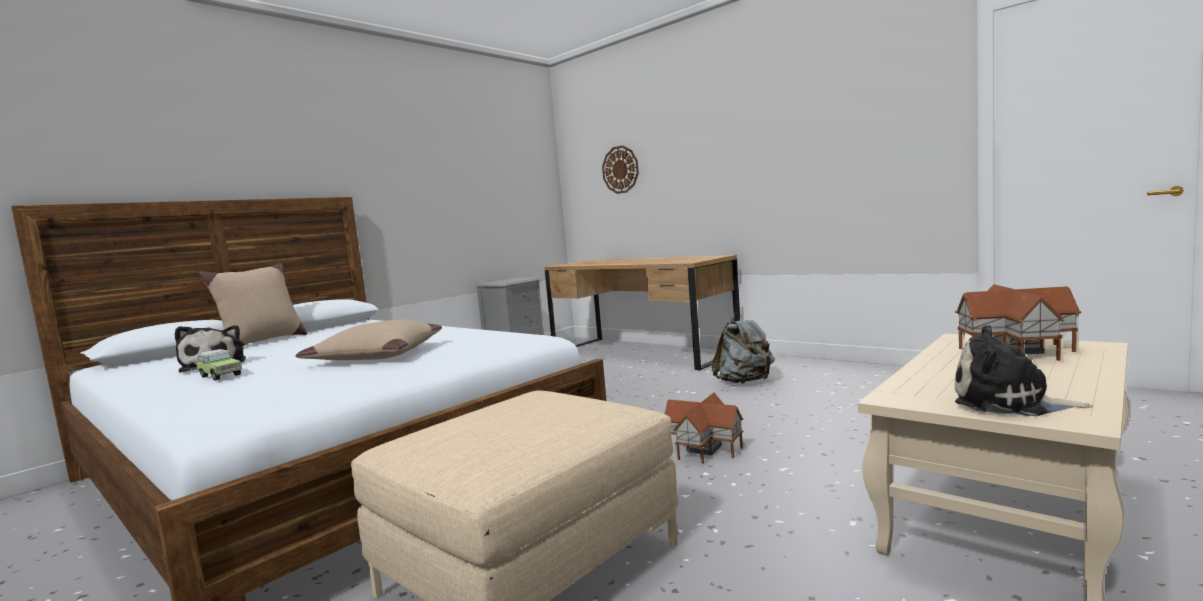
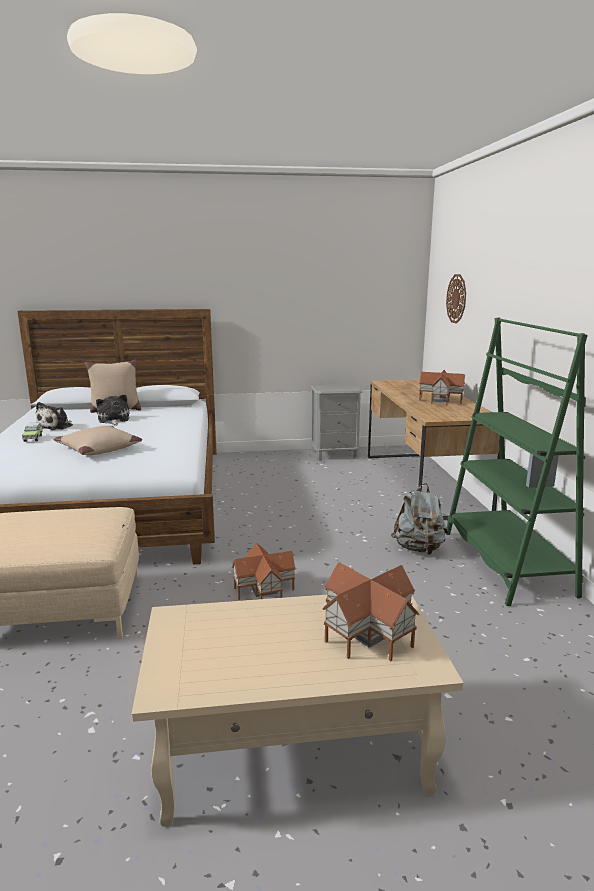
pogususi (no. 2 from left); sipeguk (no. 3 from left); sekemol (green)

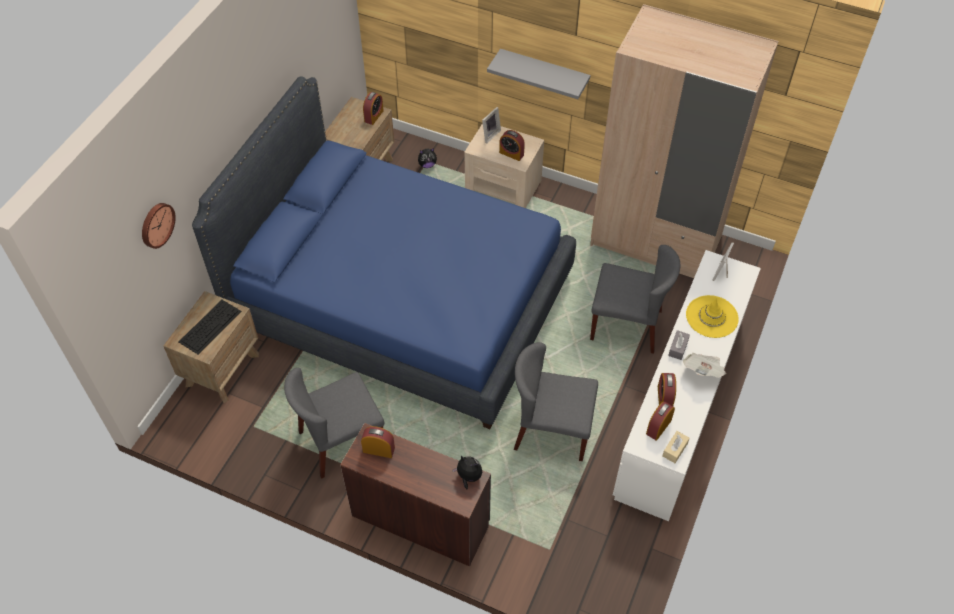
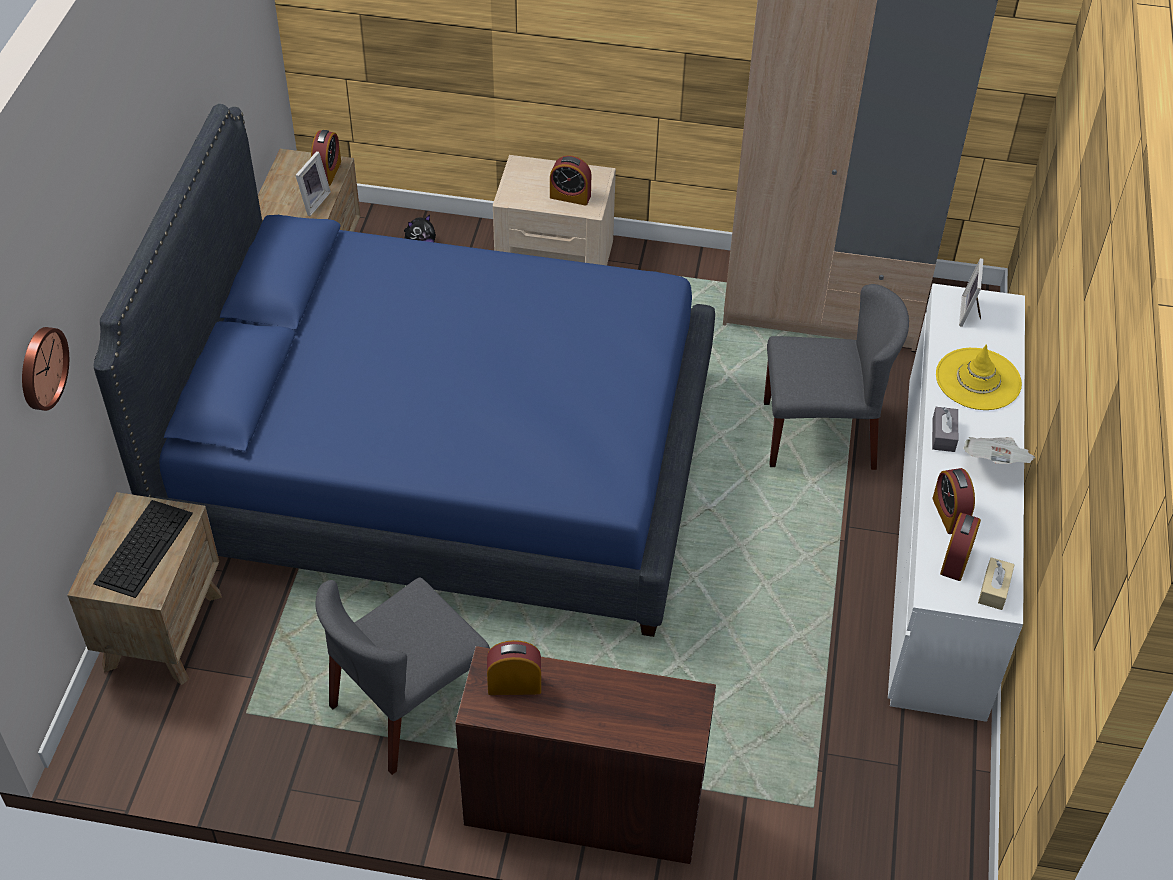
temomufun (no. 1 from left); pogususi (no. 2 from left in the first image); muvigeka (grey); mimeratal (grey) (no. 2 from left in the first image)

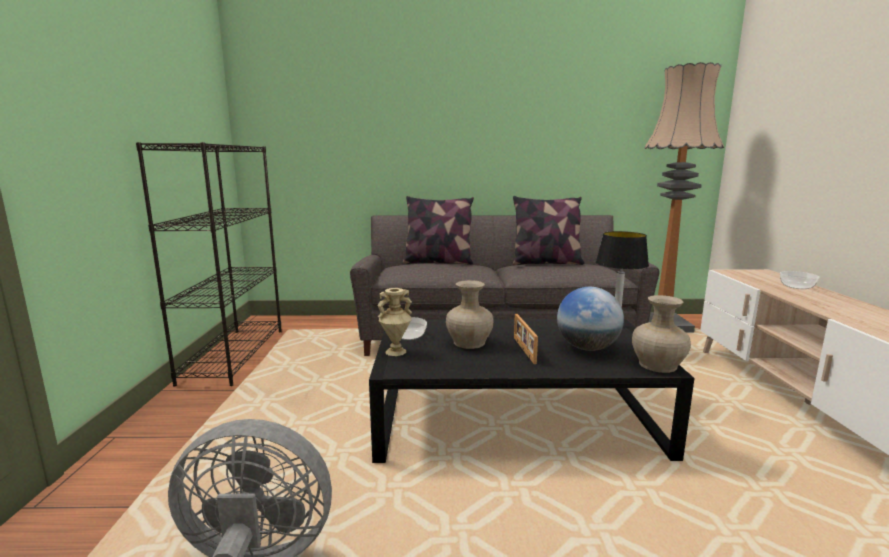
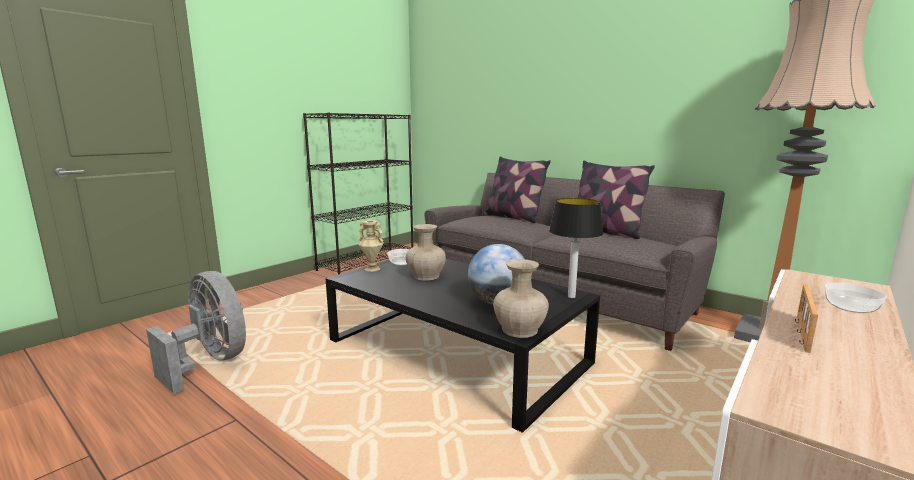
temomufun

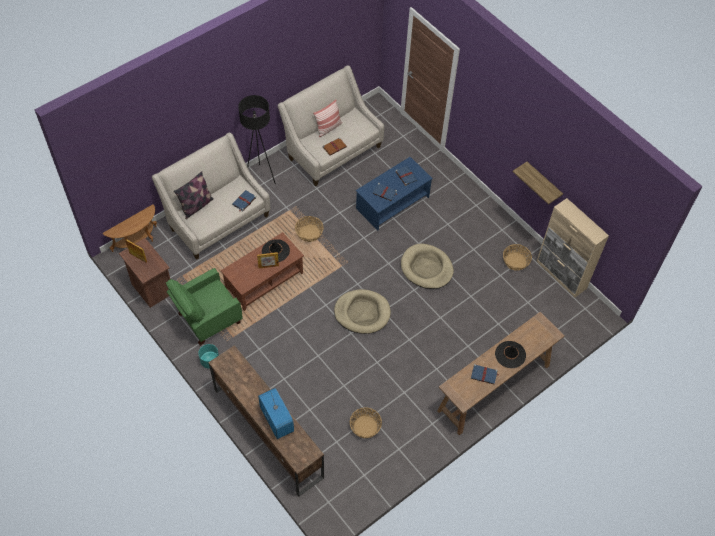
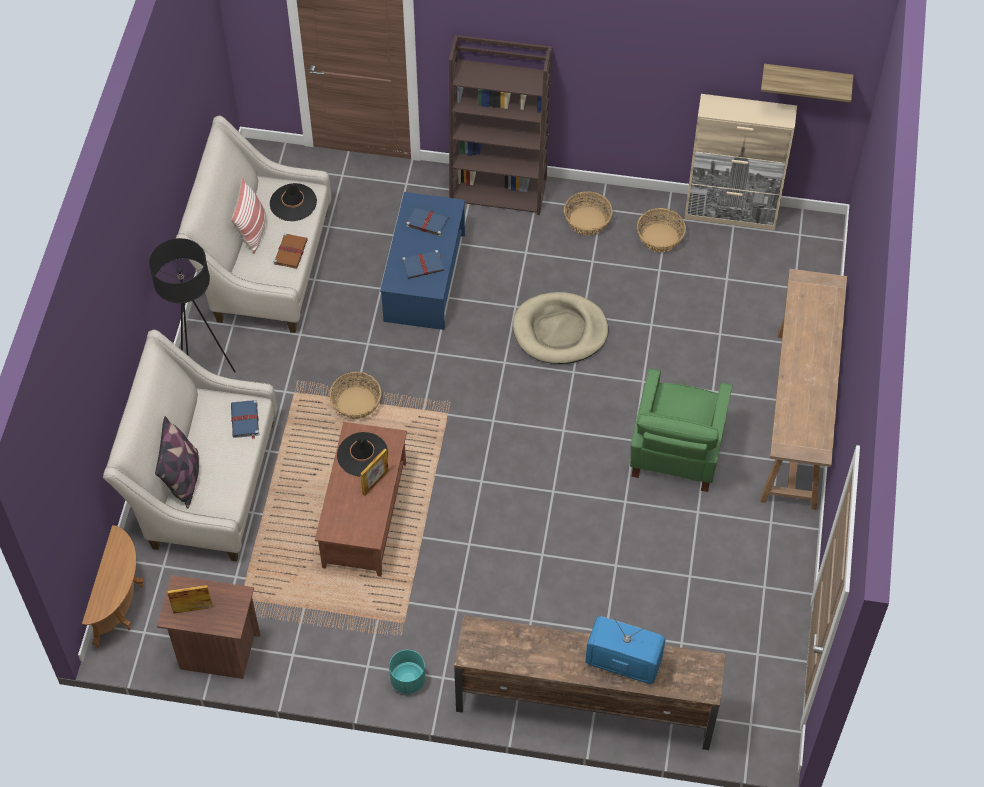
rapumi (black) (no. 1 from left); sekemol (brown); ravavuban (no. 2 from left); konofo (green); muvigeka; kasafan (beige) (no. 1 from left in the first image); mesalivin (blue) (no. 4 from left in the first image)

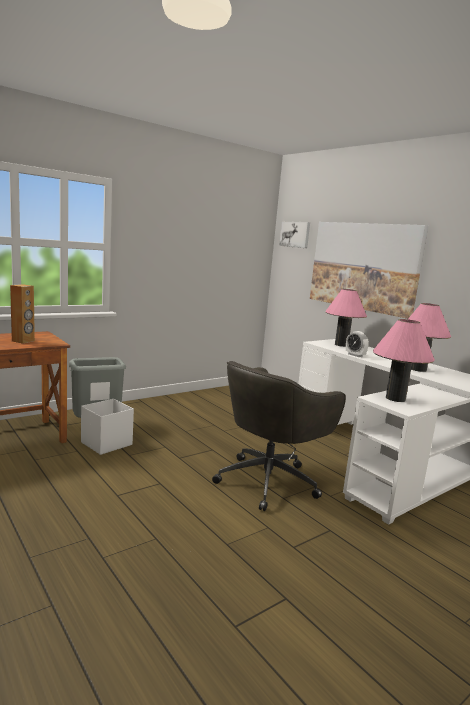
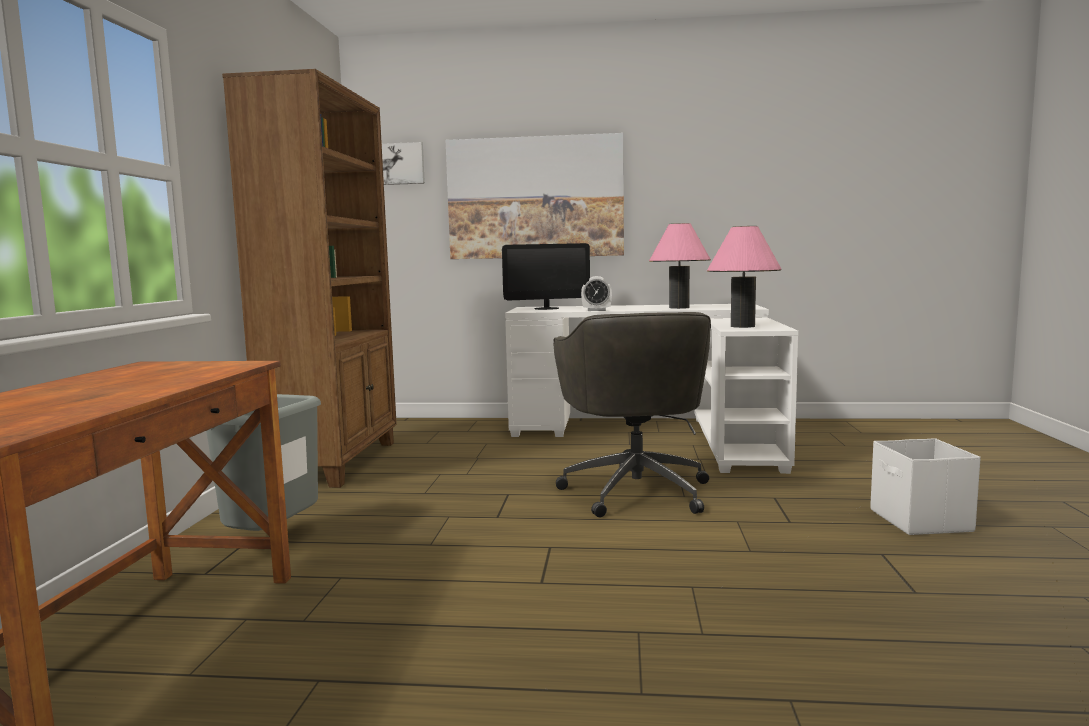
sekemol (brown); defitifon; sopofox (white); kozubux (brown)

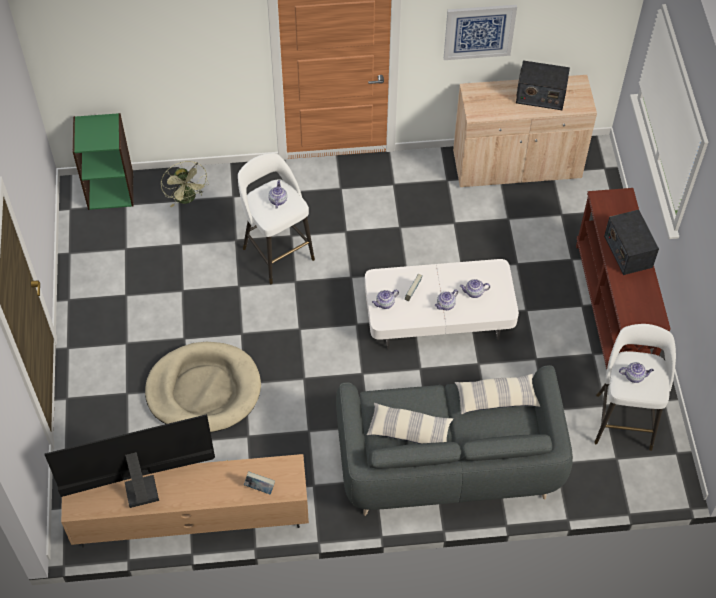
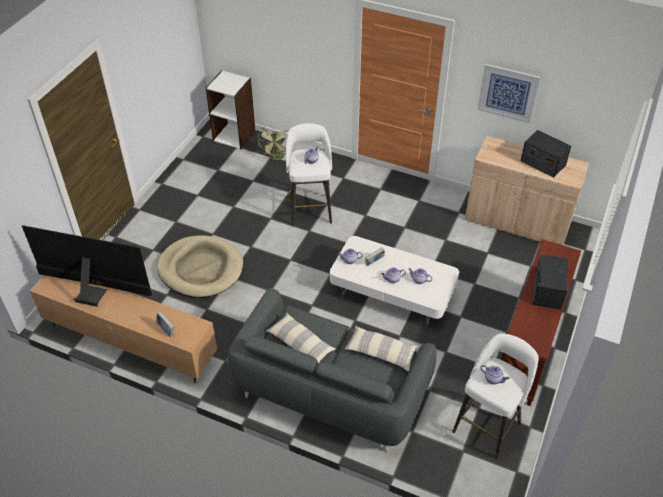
sekemol (white)

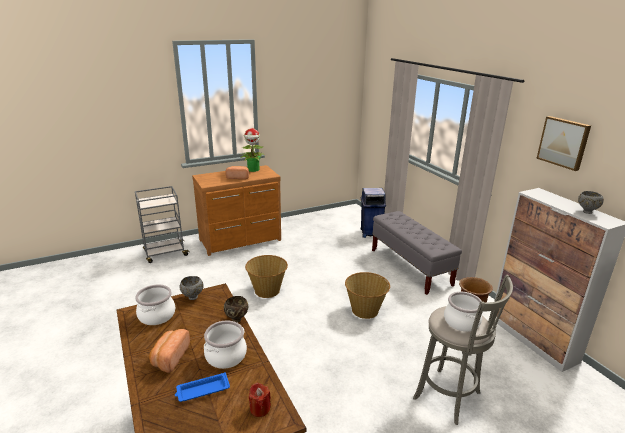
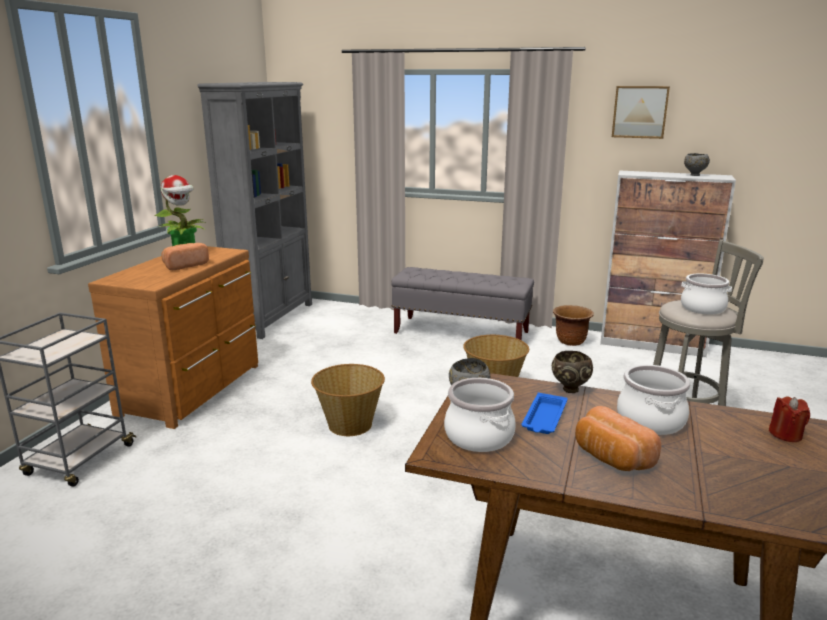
sekemol (grey); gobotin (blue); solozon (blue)

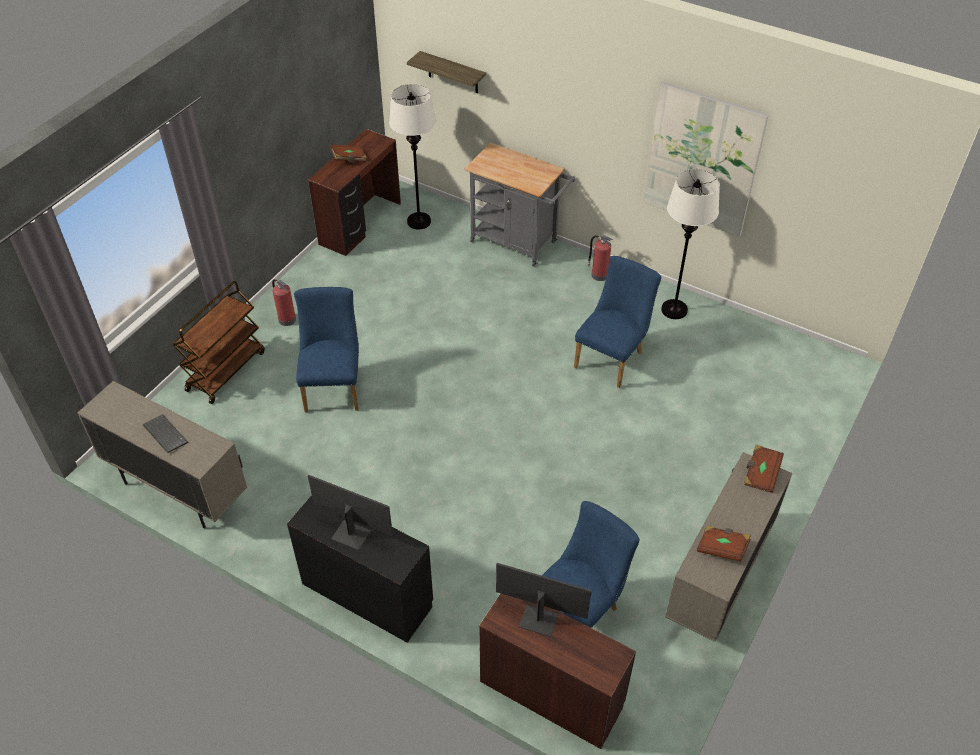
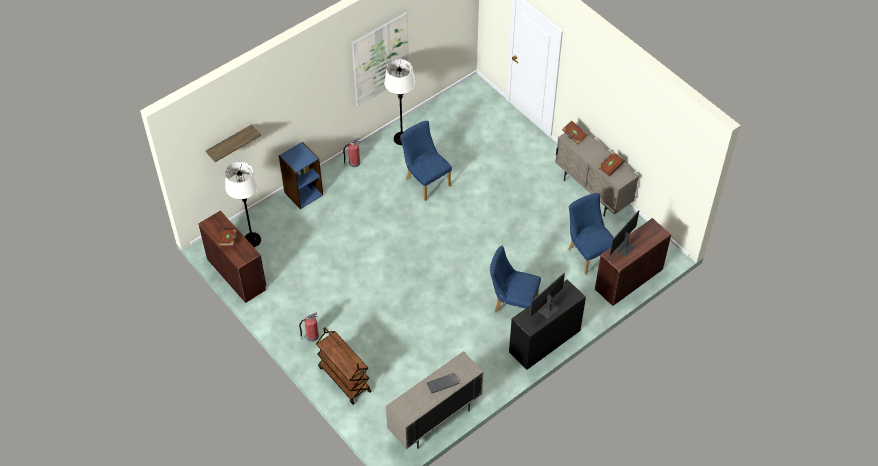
sekemol (blue); mimeratal (blue) (no. 2 from left)

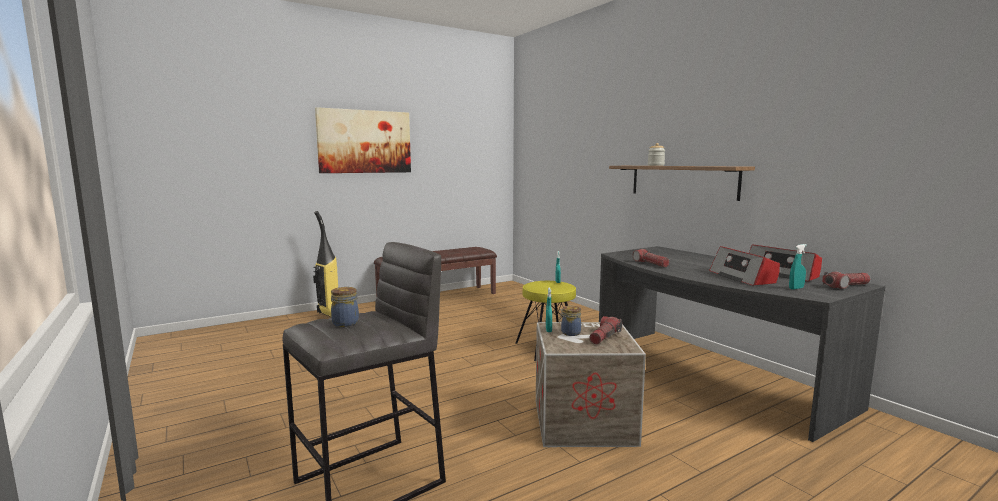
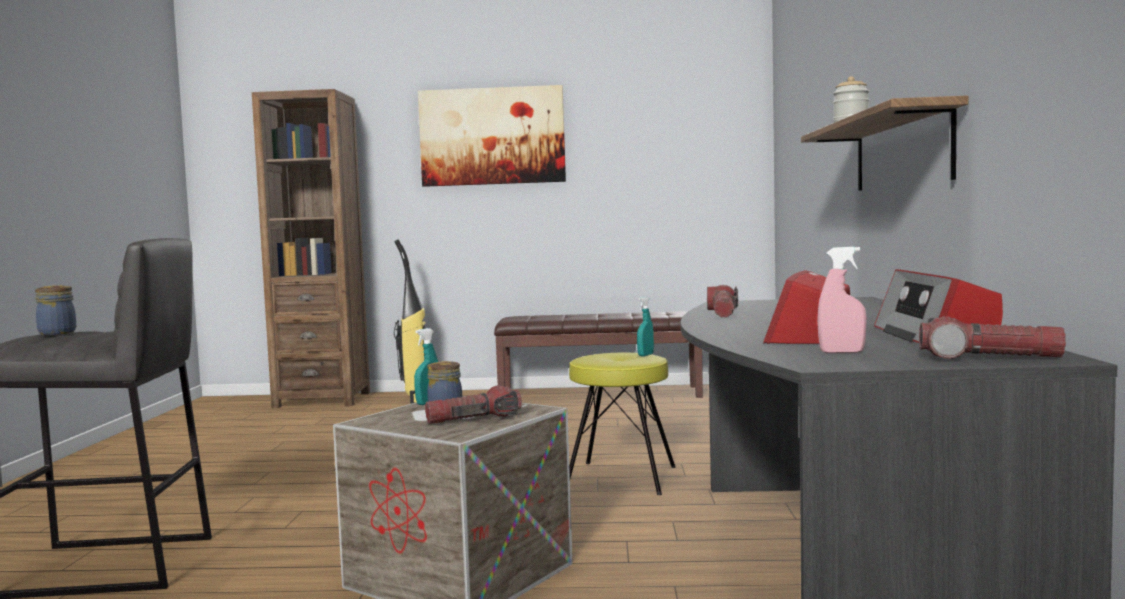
sekemol (brown); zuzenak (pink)

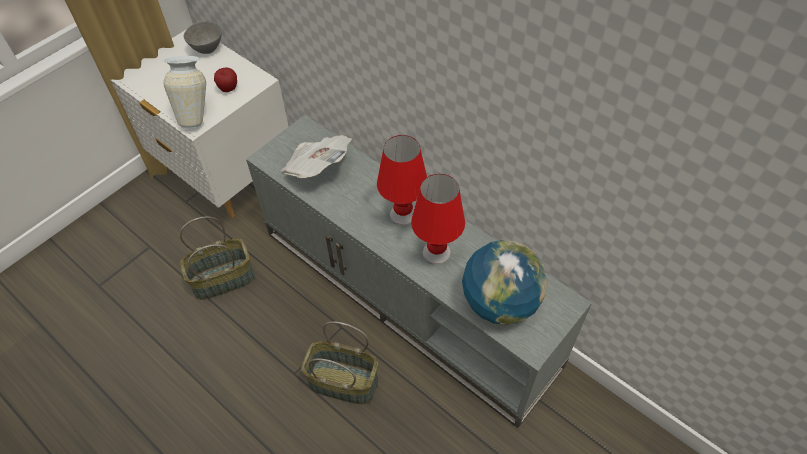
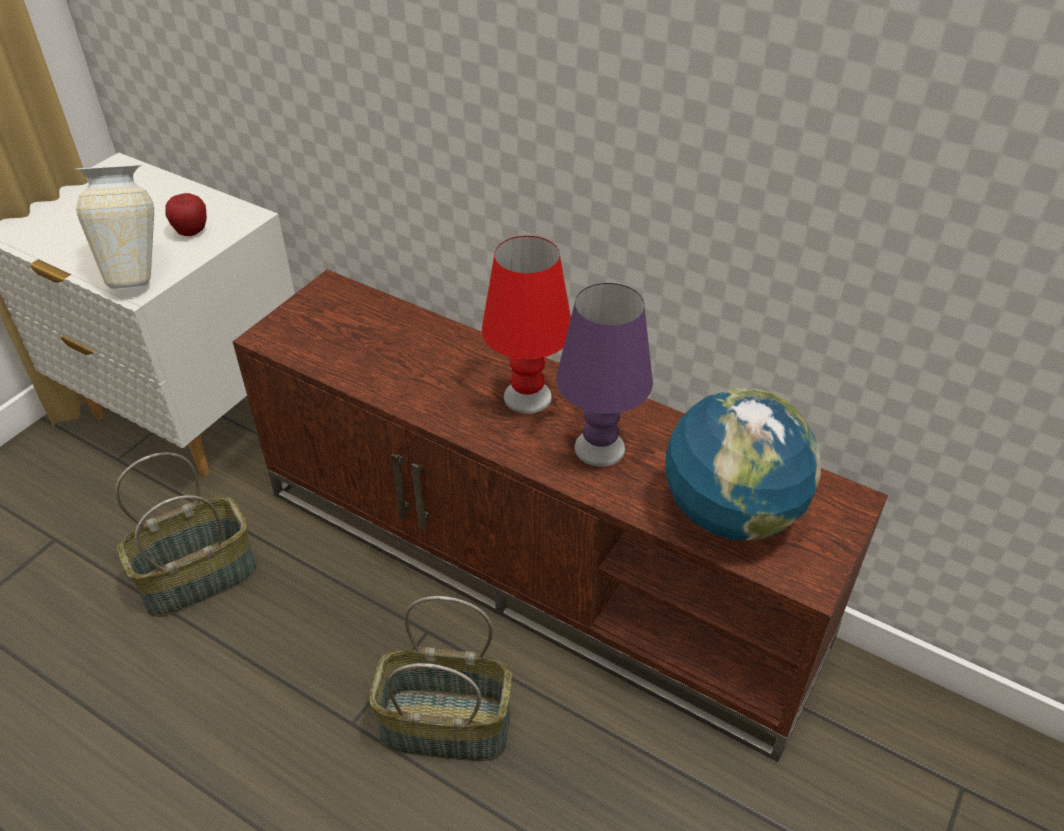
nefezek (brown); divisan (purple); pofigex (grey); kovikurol

